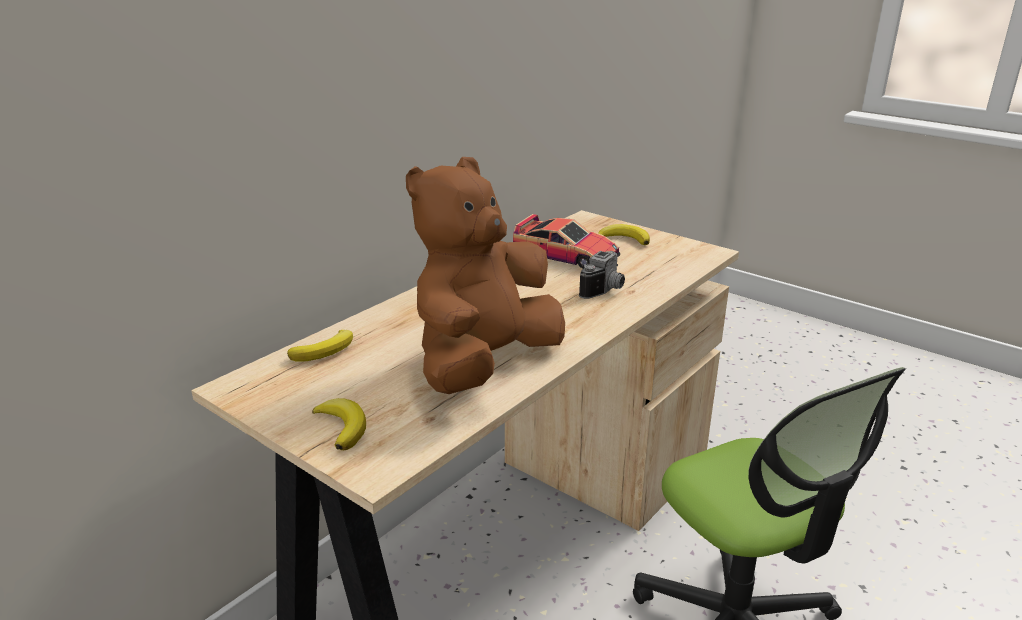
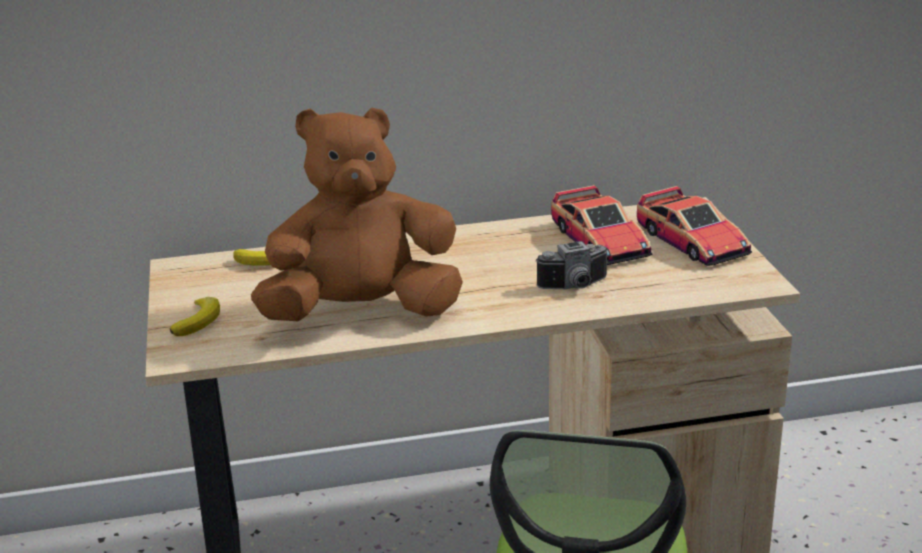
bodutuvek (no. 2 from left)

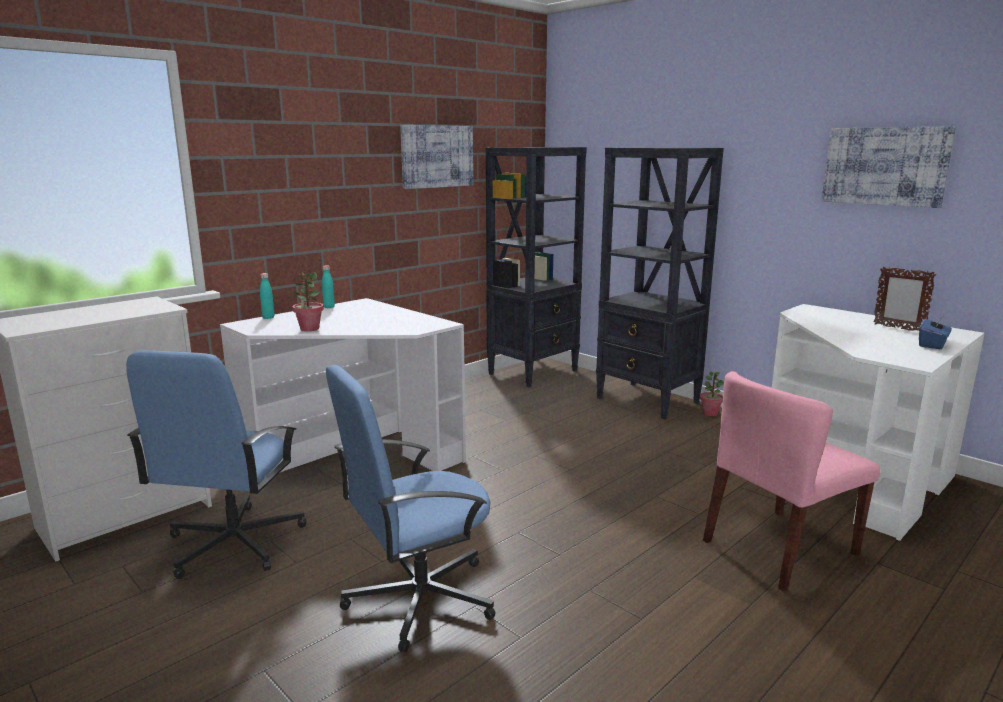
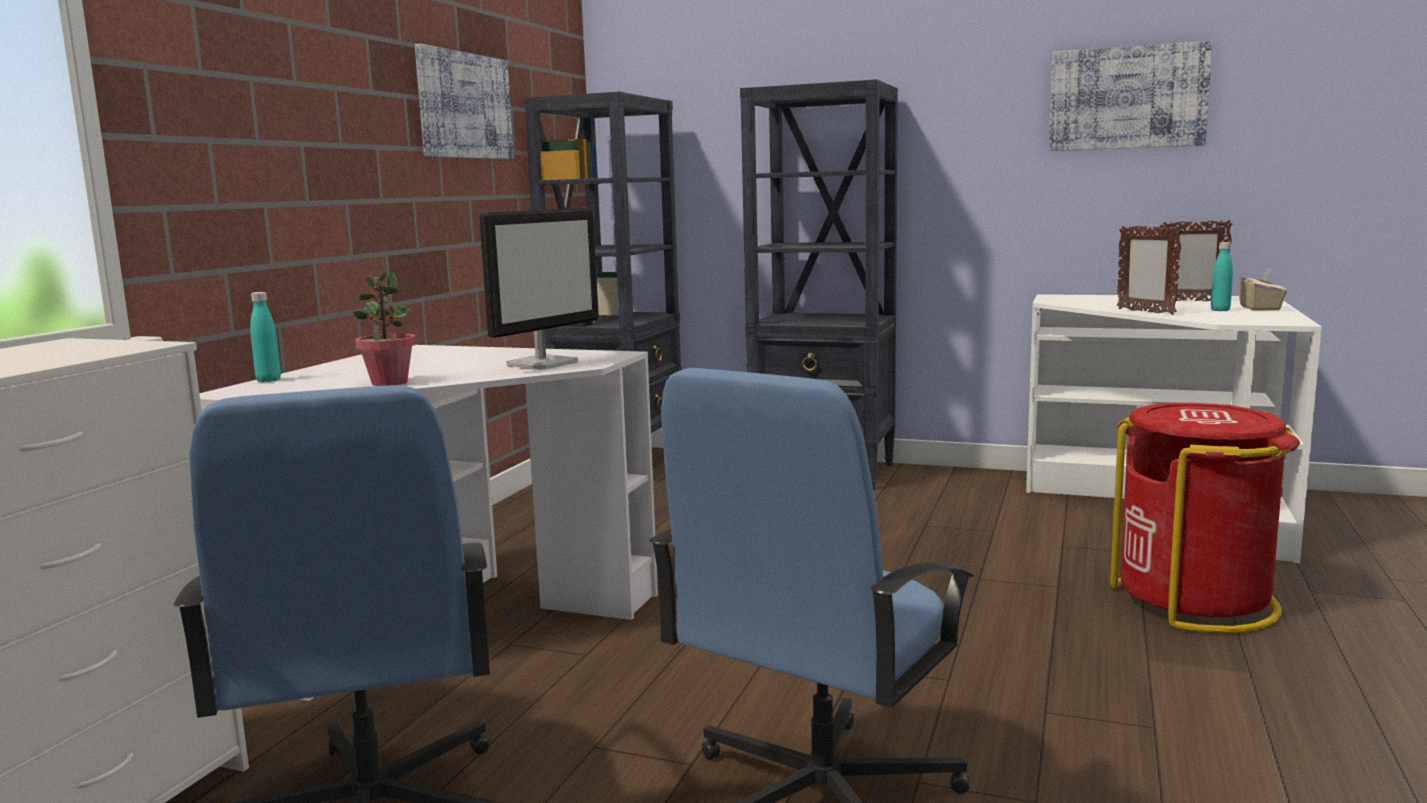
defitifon; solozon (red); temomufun (no. 1 from left); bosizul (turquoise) (no. 2 from left); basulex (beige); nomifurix (no. 2 from left in the first image)

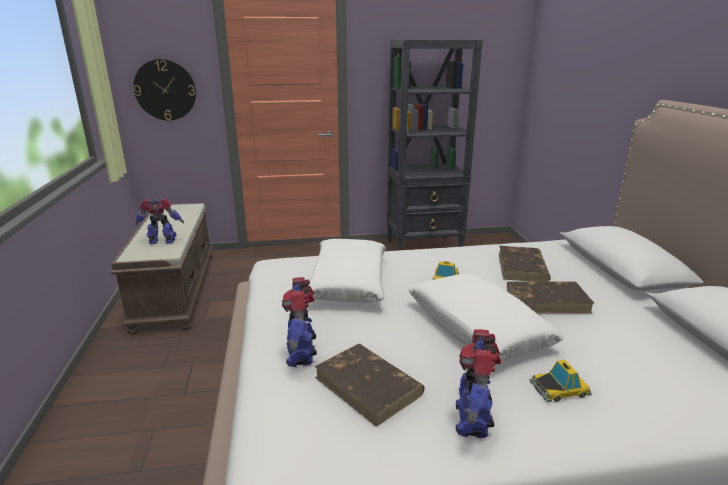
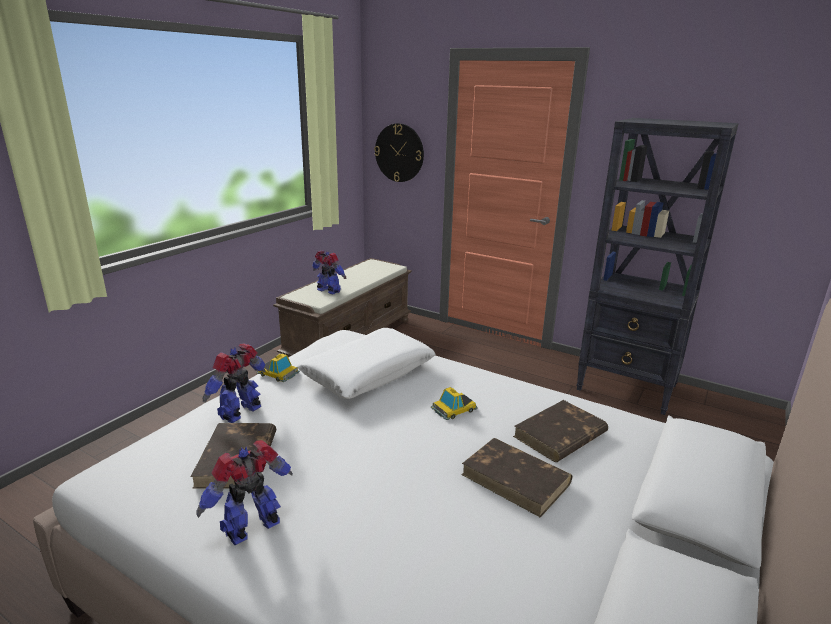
bodutuvek (no. 1 from left); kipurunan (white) (no. 2 from left in the first image)

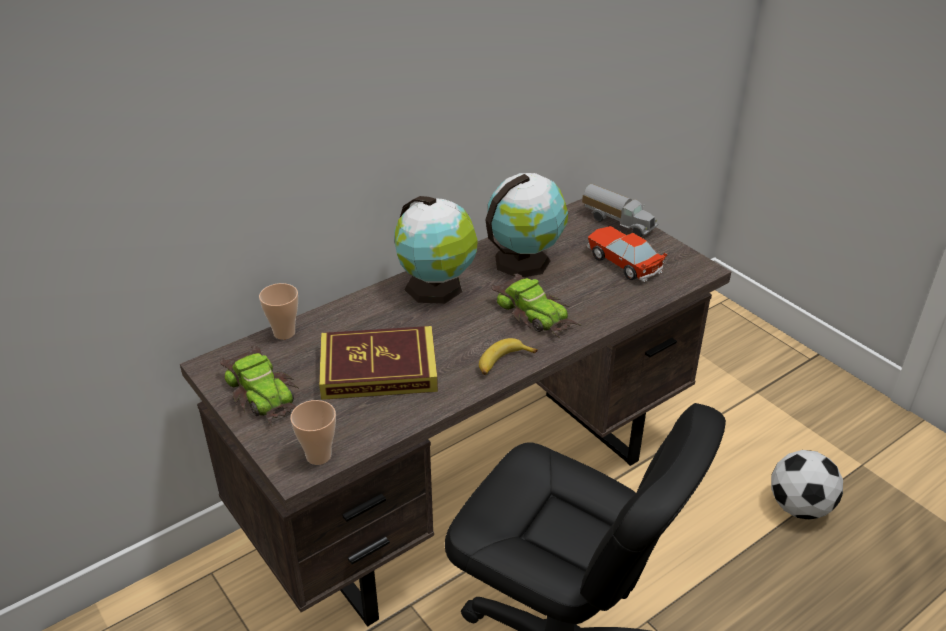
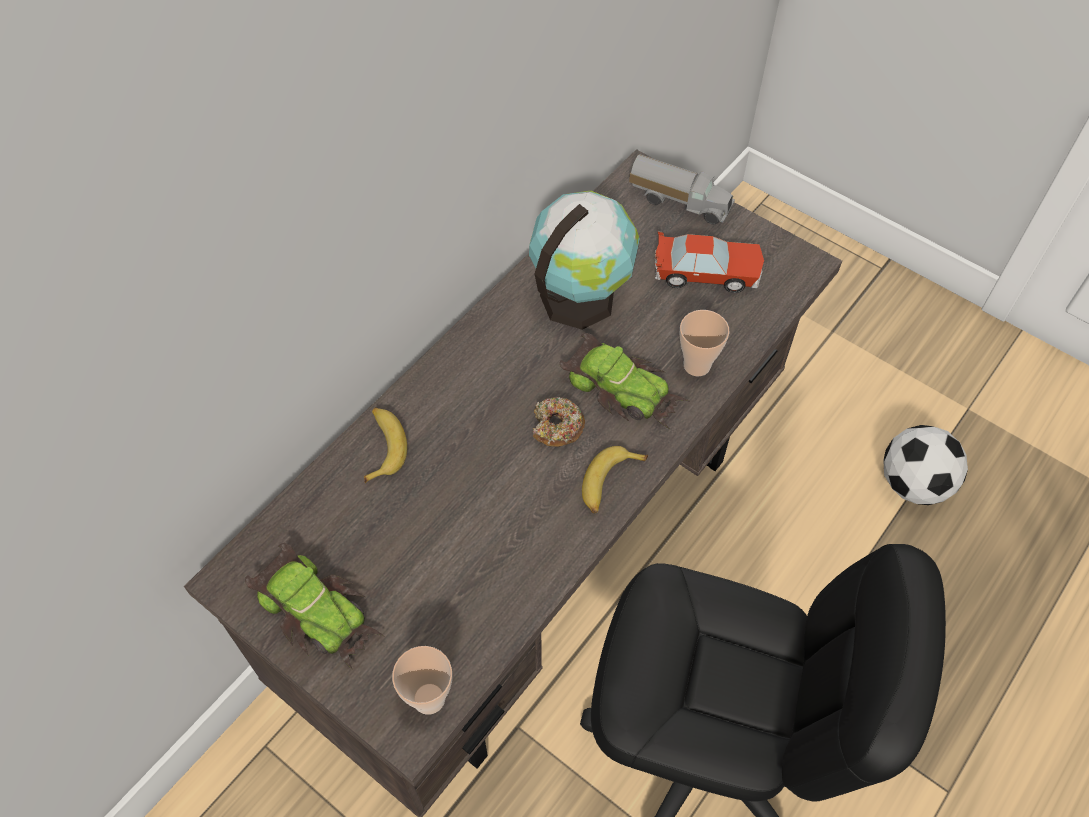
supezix (no. 1 from left); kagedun; bodutuvek (no. 3 from left); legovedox (no. 2 from left); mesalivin; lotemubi (no. 1 from left in the first image)

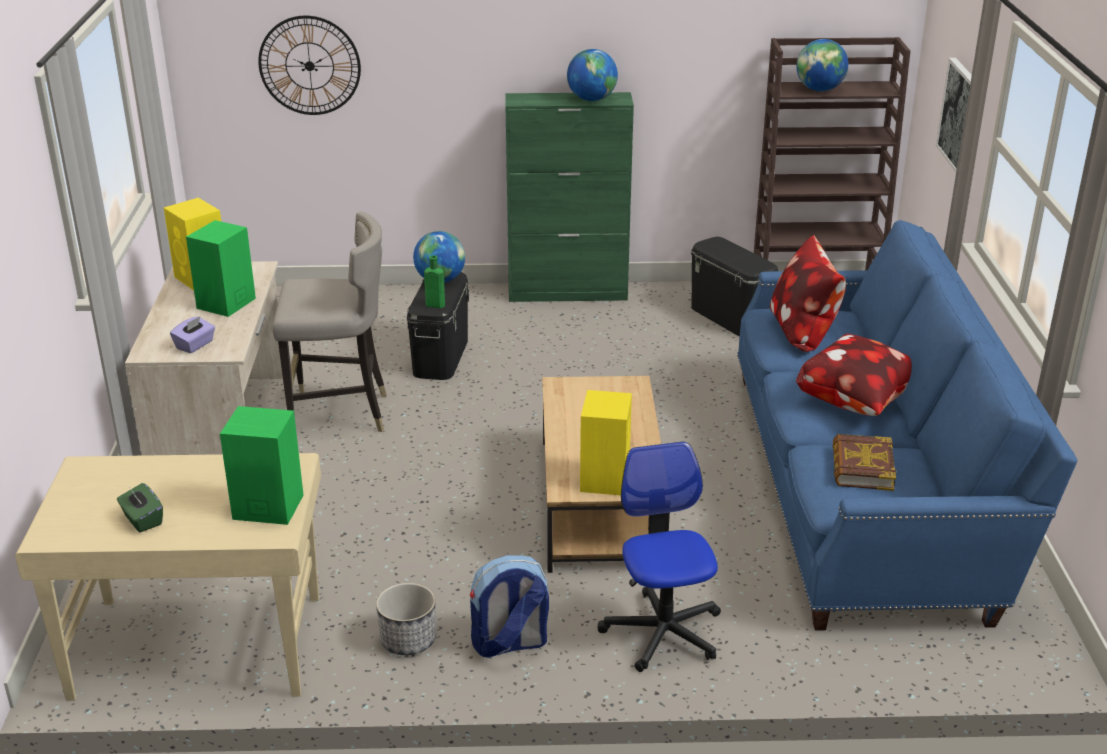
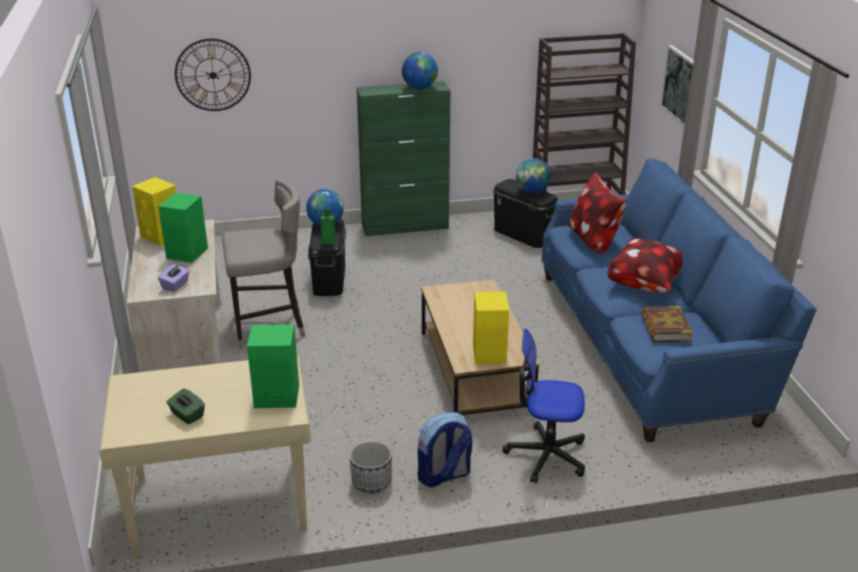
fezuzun; lotemubi (no. 3 from left)

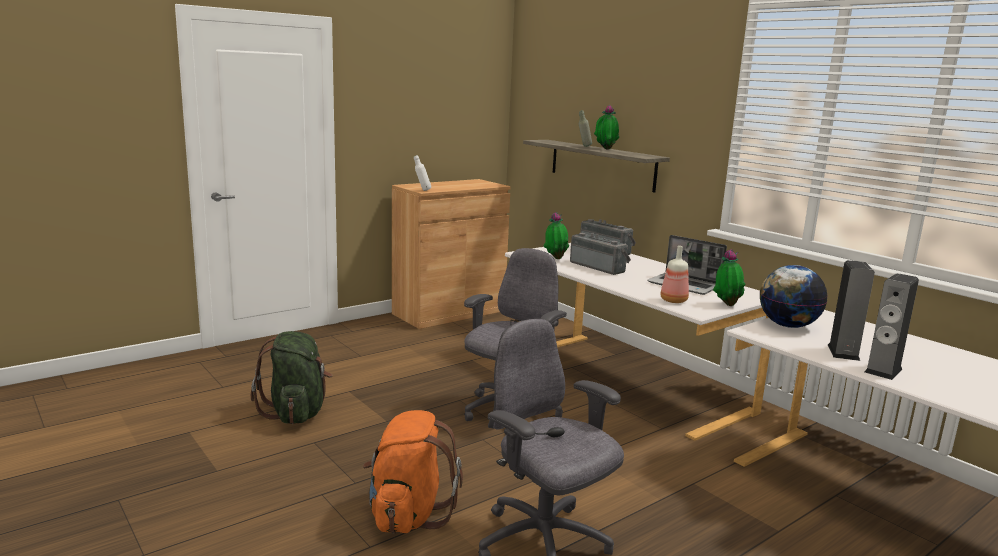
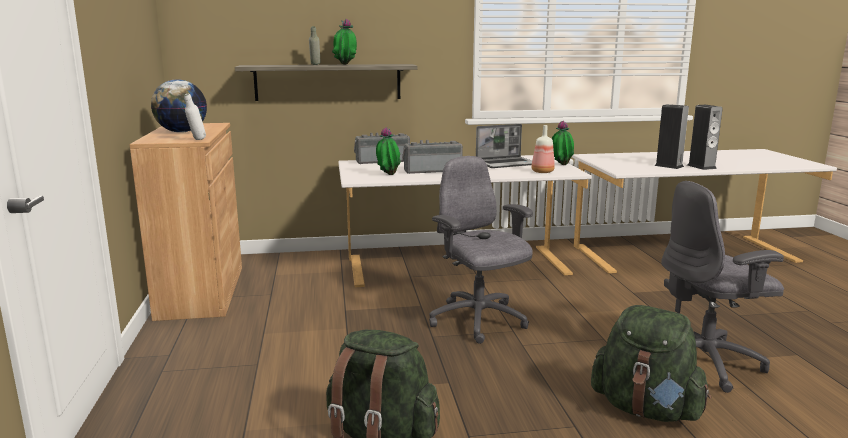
lotemubi; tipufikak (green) (no. 2 from left)

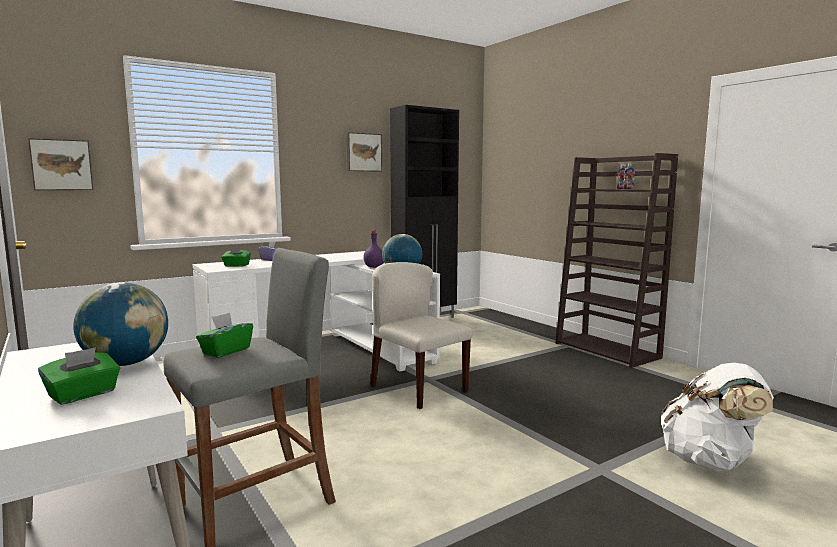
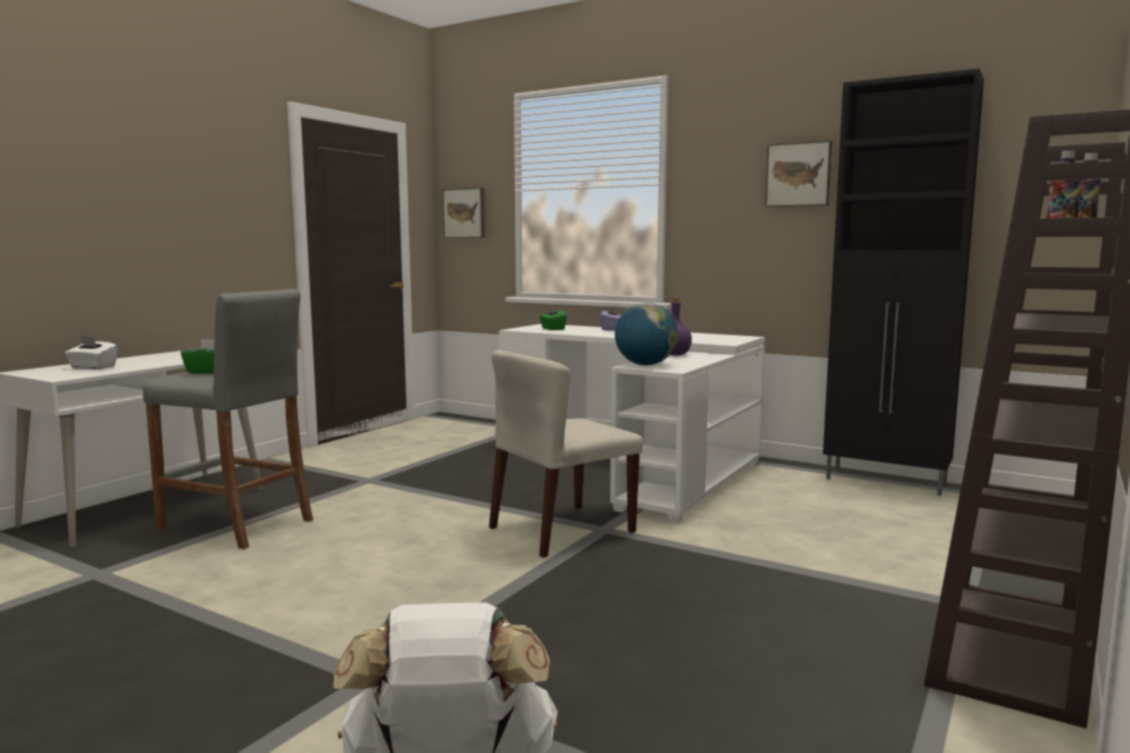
basulex (white); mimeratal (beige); lotemubi (no. 1 from left in the first image)

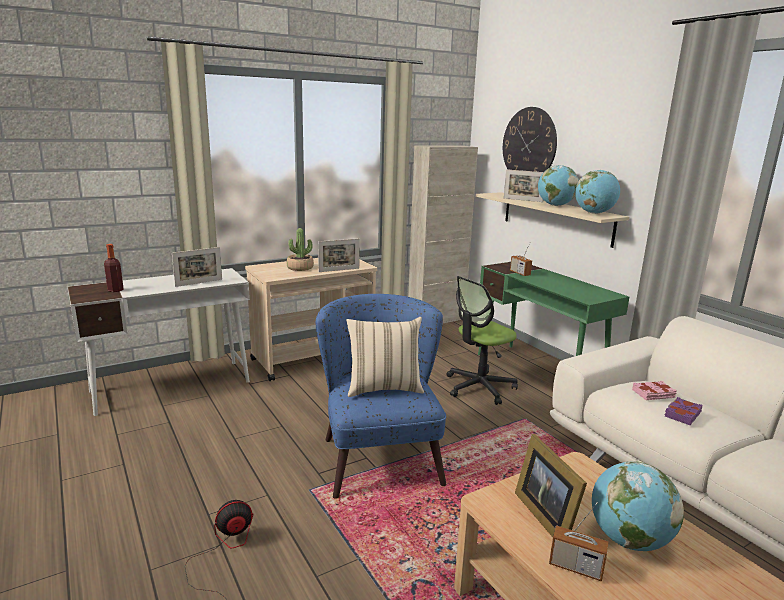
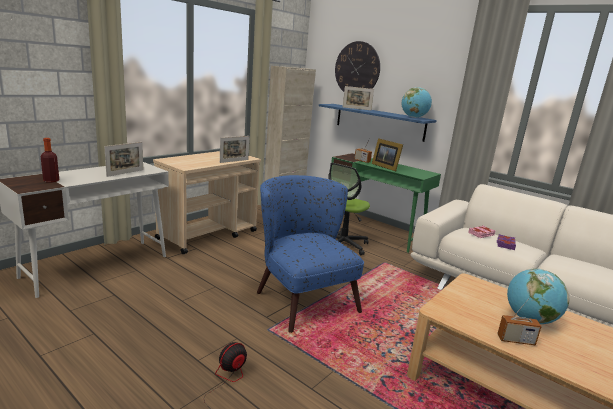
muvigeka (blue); temomufun (no. 4 from left); nomifurix; kipurunan (beige); lotemubi (no. 1 from left in the first image)

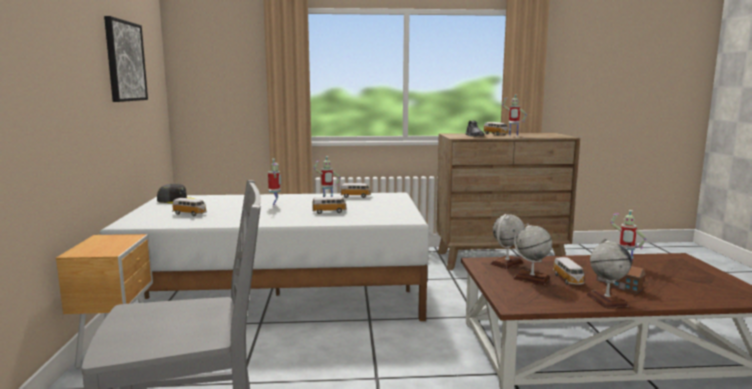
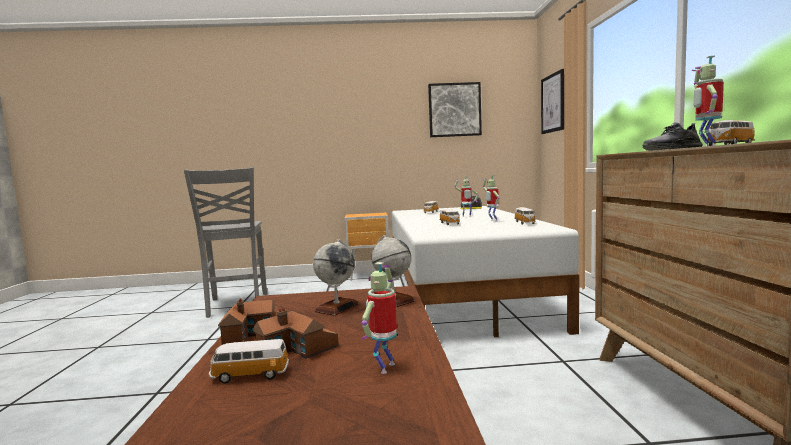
bodutuvek (no. 1 from left); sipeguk (no. 1 from left); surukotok (no. 2 from left)

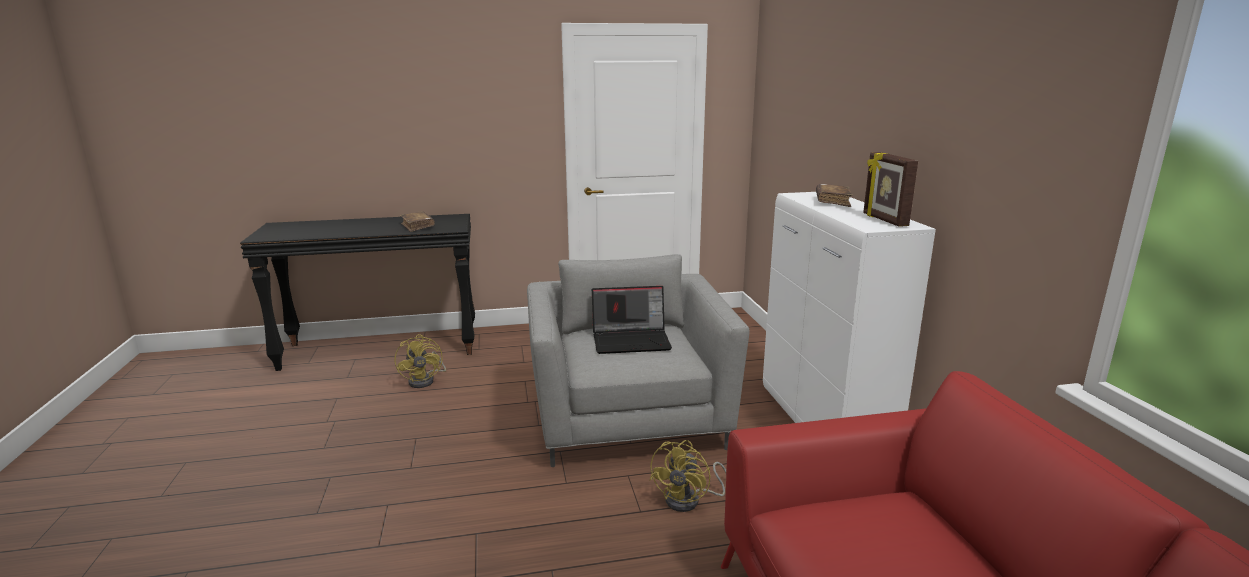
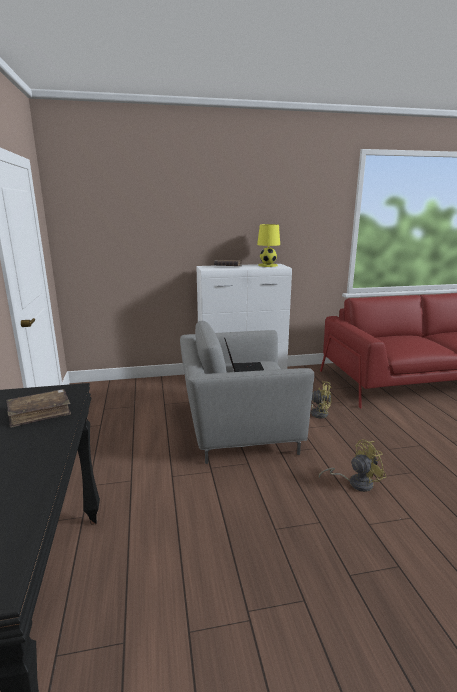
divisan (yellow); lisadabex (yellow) (no. 2 from left)

